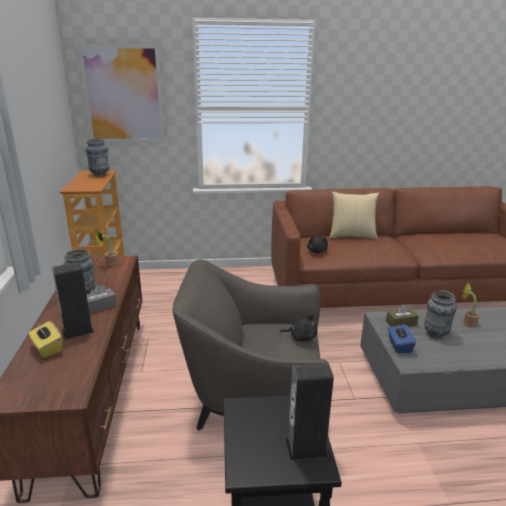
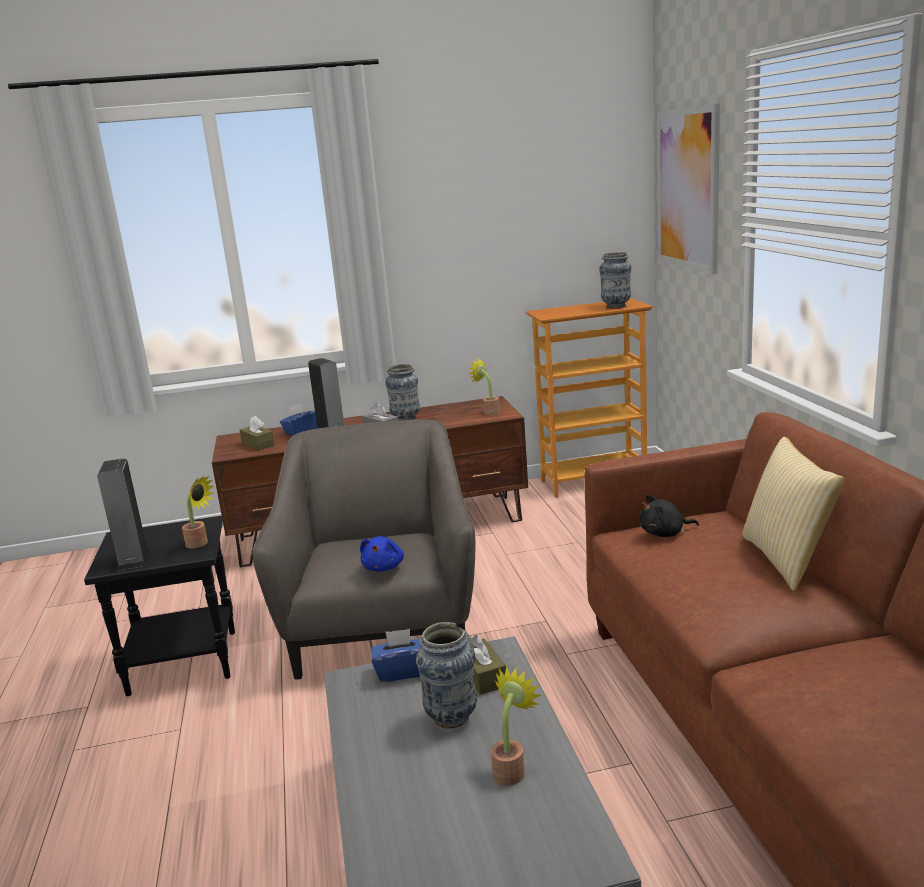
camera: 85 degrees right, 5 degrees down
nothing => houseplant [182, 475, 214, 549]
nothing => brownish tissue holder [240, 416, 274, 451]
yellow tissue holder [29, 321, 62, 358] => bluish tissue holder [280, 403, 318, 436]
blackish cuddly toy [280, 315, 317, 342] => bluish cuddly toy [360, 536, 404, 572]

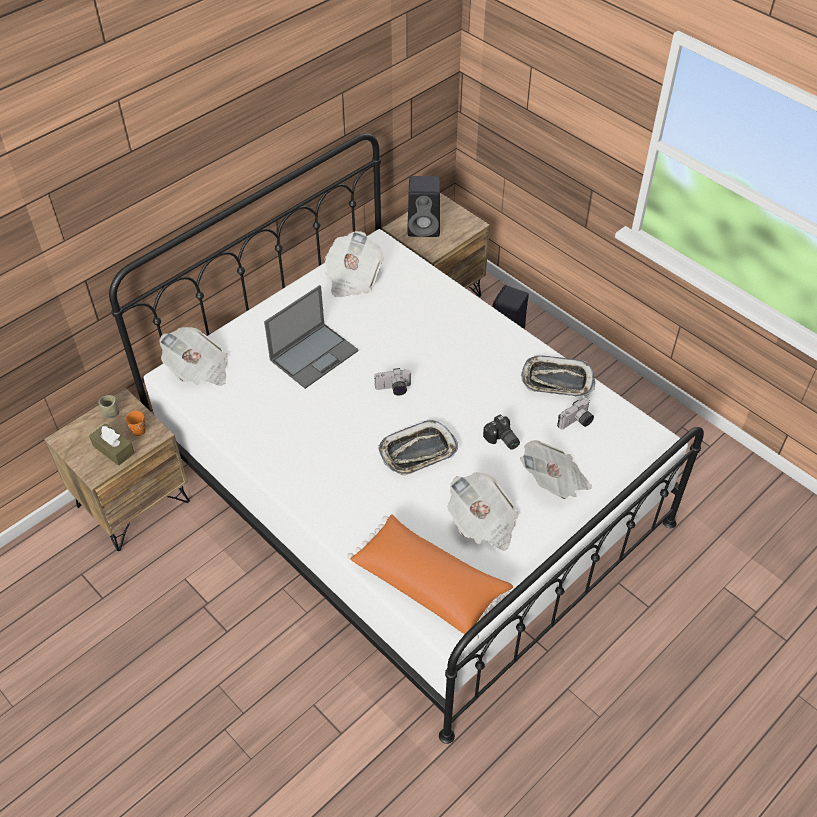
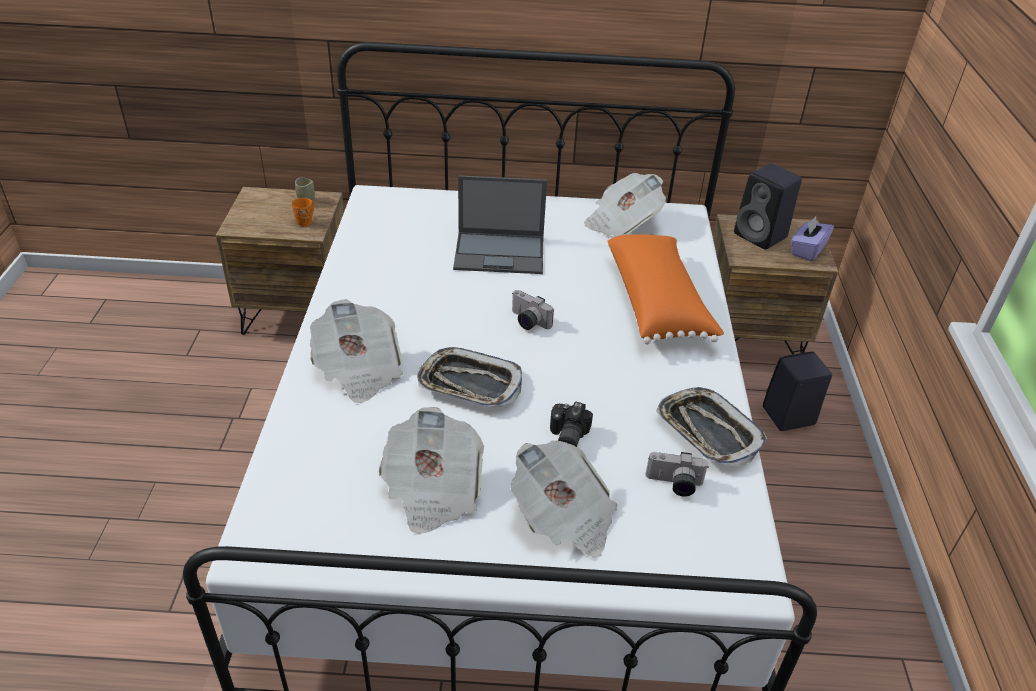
camera: 45 degrees right, 10 degrees down
printed paper [159, 327, 228, 386] => printed paper [310, 300, 403, 403], move
orange cushion [347, 514, 513, 640] => orange cushion [607, 234, 724, 344], move
nothing => purple tissue holder [791, 216, 834, 262]
brownish tissue holder [89, 423, 135, 466] => nothing

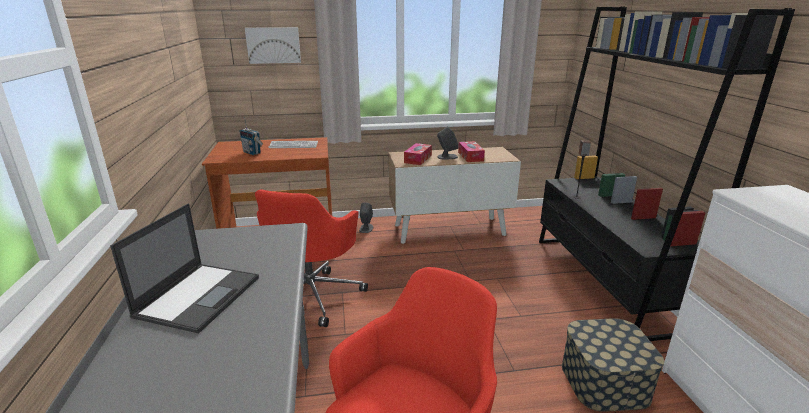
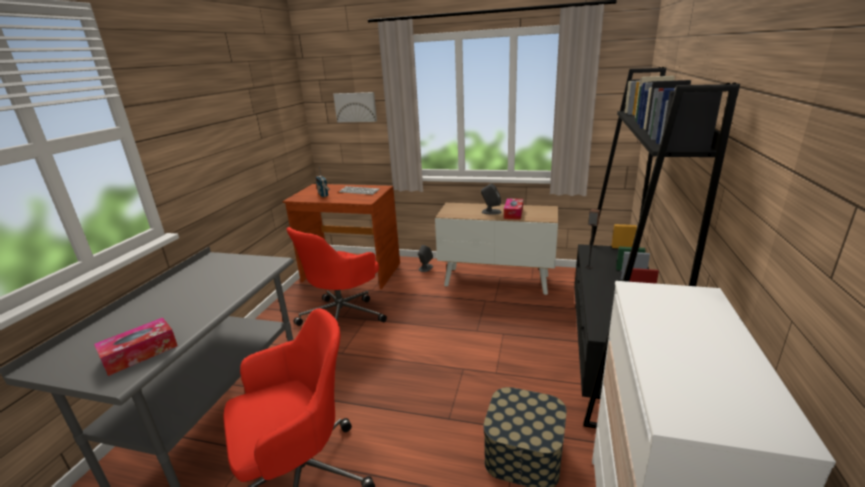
camera: 25 degrees right, 0 degrees up
tissue holder [404, 143, 432, 165] => tissue holder [94, 318, 178, 376], move
notebook computer [110, 203, 259, 333] => nothing

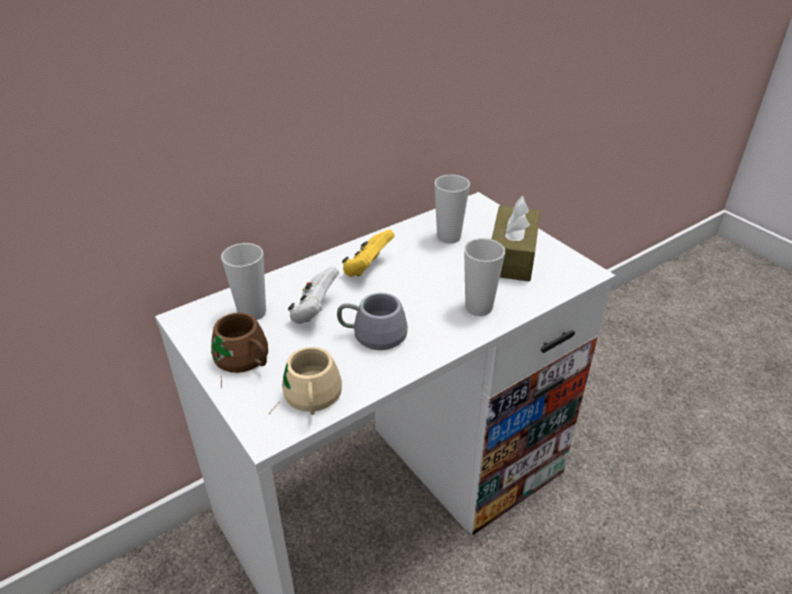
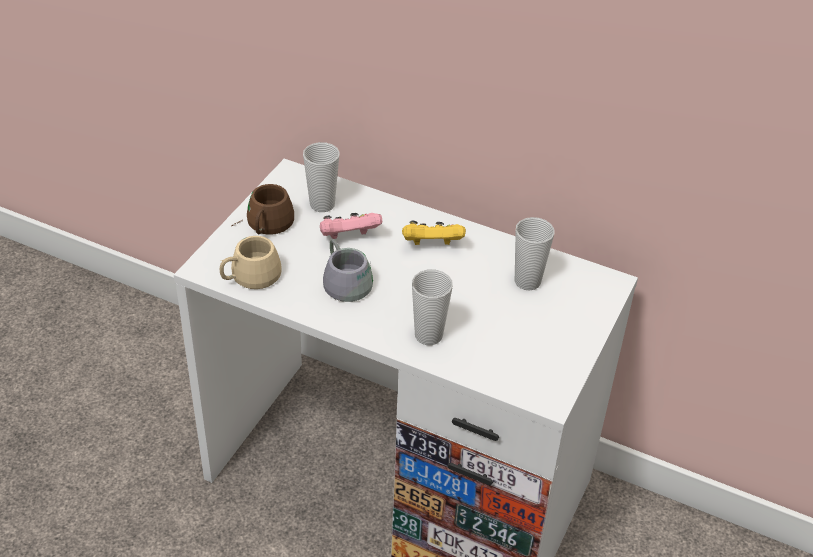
camera: 60 degrees right, 5 degrees up
white-coloured game controller [288, 267, 339, 324] => pinkish game controller [320, 213, 382, 239]
brownish tissue holder [492, 196, 540, 282] => nothing

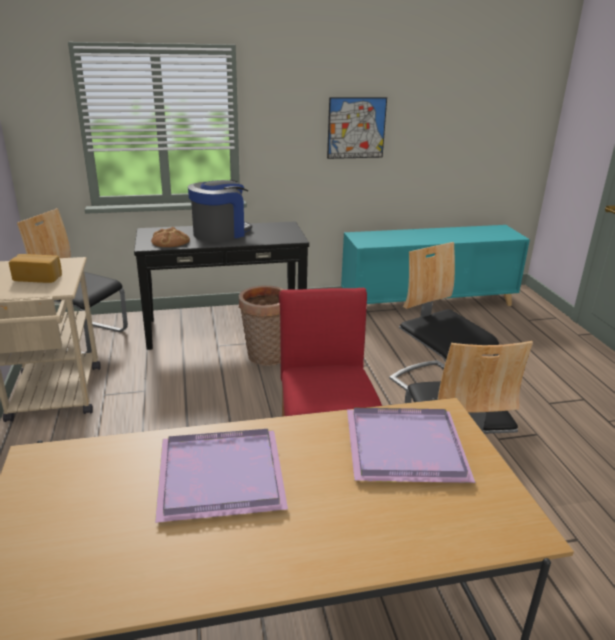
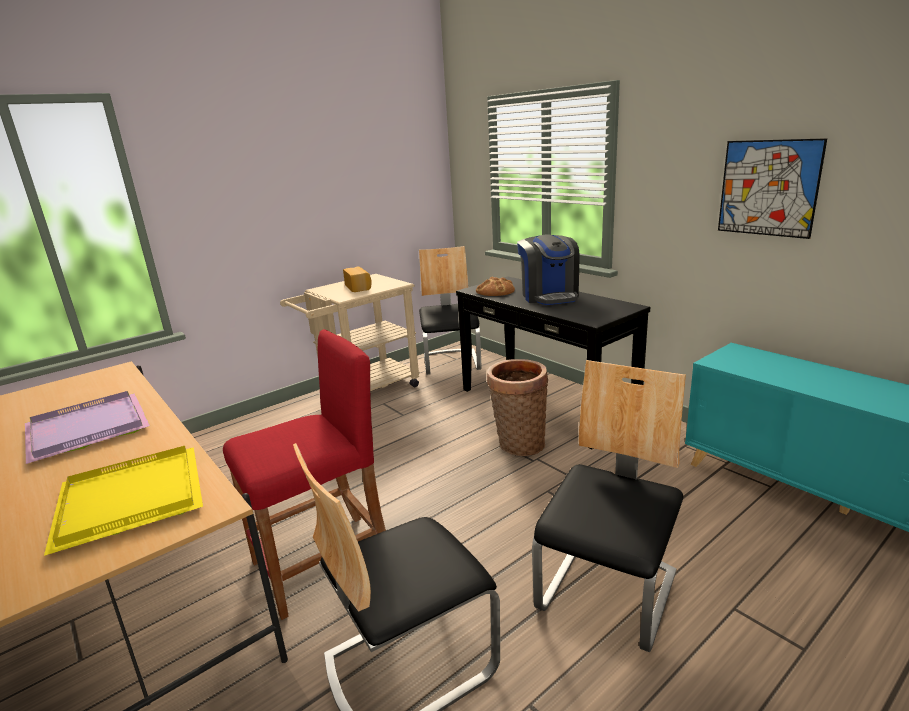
camera: 65 degrees right, 5 degrees down
purple serving tray [347, 408, 476, 483] => yellow serving tray [44, 446, 203, 556]
coffee brewer [188, 180, 252, 242] => coffee brewer [517, 234, 580, 305], 60 degrees clockwise

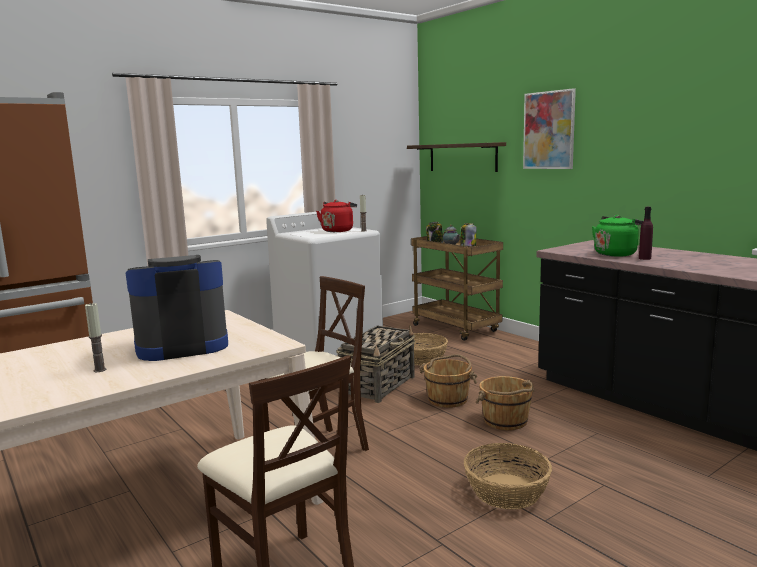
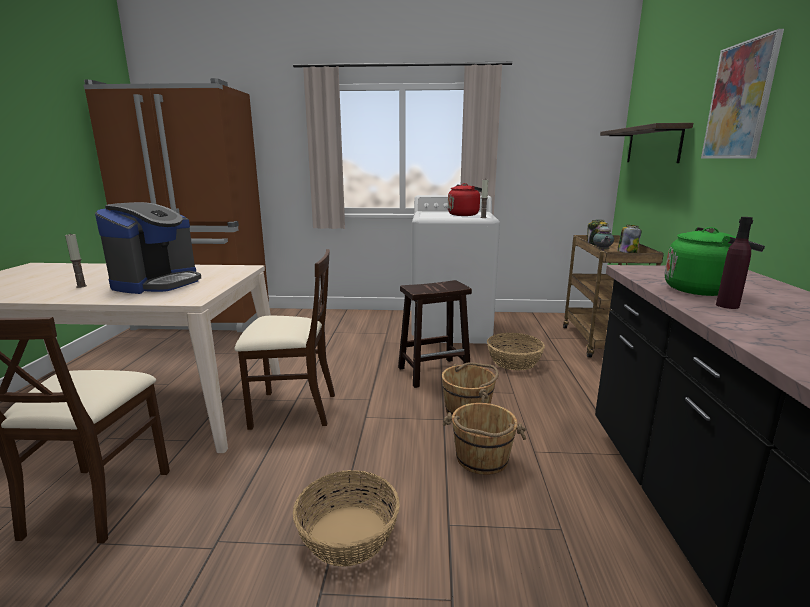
camera: 40 degrees right, 5 degrees up
coffee brewer [126, 255, 228, 361] => coffee brewer [95, 202, 201, 294], 90 degrees clockwise
basket [337, 325, 415, 403] => brownish sitting stool [398, 280, 472, 388]

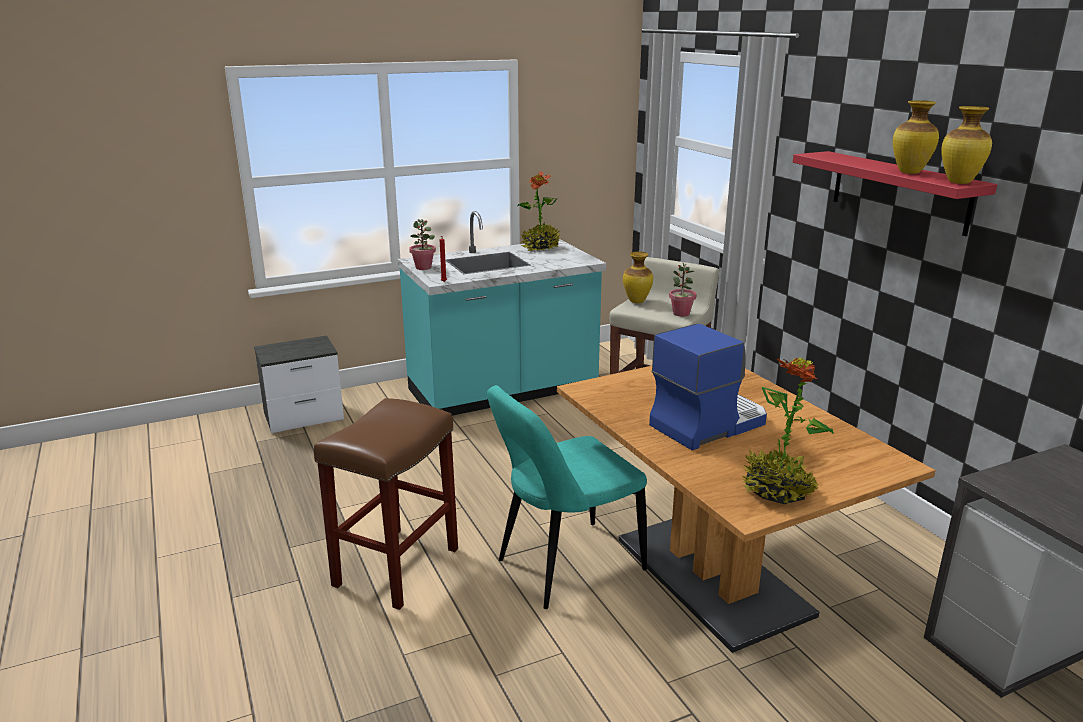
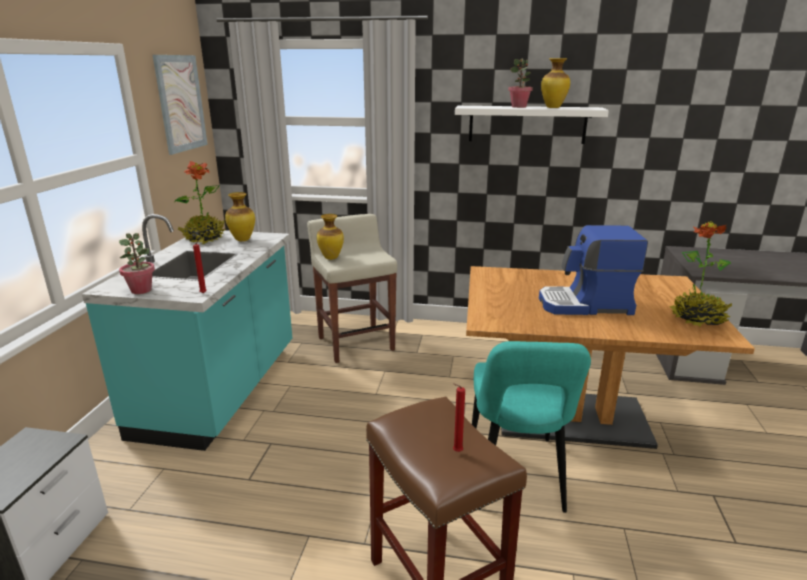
camera: 55 degrees left, 0 degrees up
nothing => wall picture [152, 55, 208, 155]
vase [941, 106, 992, 184] => vase [225, 192, 255, 241], move
nothing => red-coloured candle [453, 383, 465, 452]
red-coloured bracket shelf [793, 151, 997, 236] => white-coloured bracket shelf [455, 106, 609, 144]
houseplant [669, 263, 697, 317] => houseplant [508, 58, 533, 108], move
coffee brewer [649, 323, 767, 450] => coffee brewer [539, 225, 648, 315], 90 degrees counterclockwise

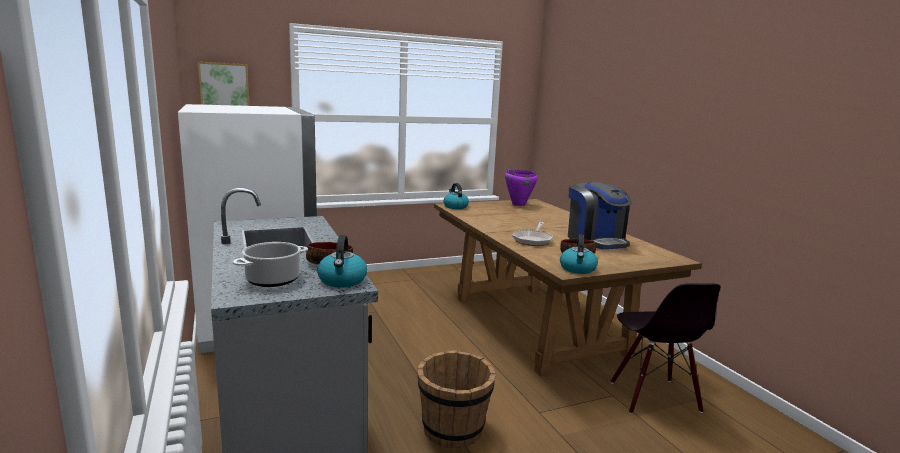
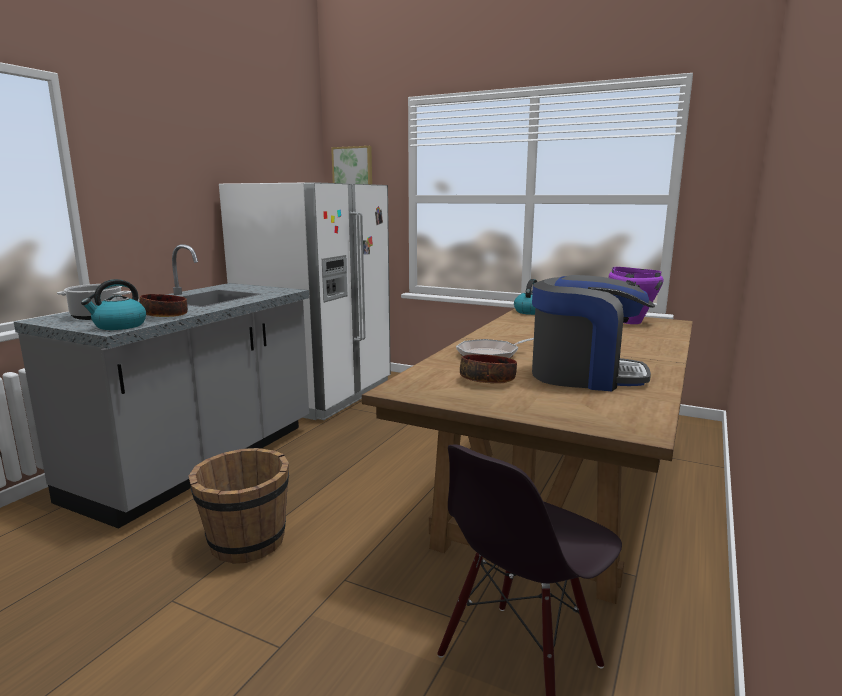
camera: 50 degrees right, 0 degrees up
coffee brewer [568, 182, 632, 249] => coffee brewer [532, 275, 655, 391], 105 degrees counterclockwise
water kettle [560, 234, 598, 274] => nothing

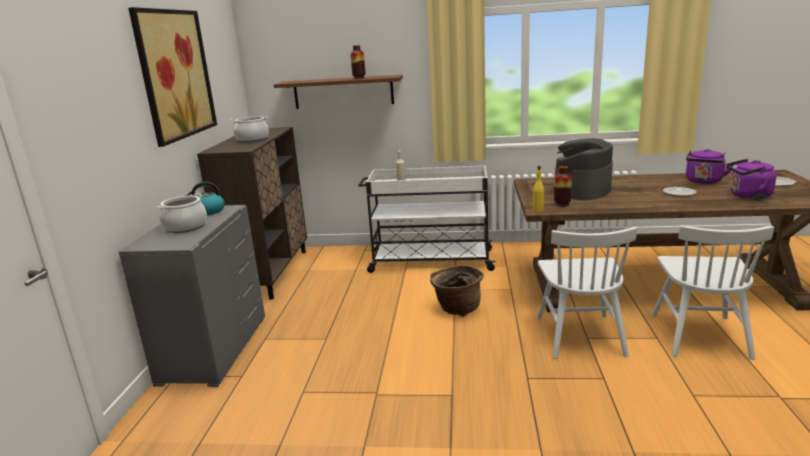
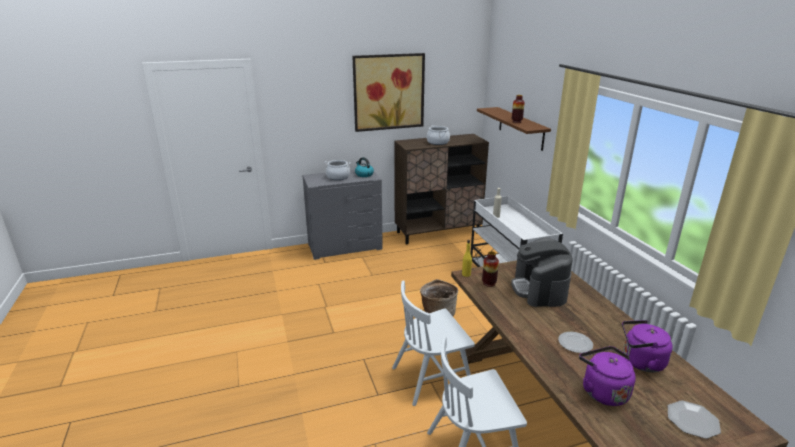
camera: 65 degrees right, 5 degrees up
coffee brewer [553, 138, 613, 200] => coffee brewer [511, 237, 573, 307], 105 degrees counterclockwise

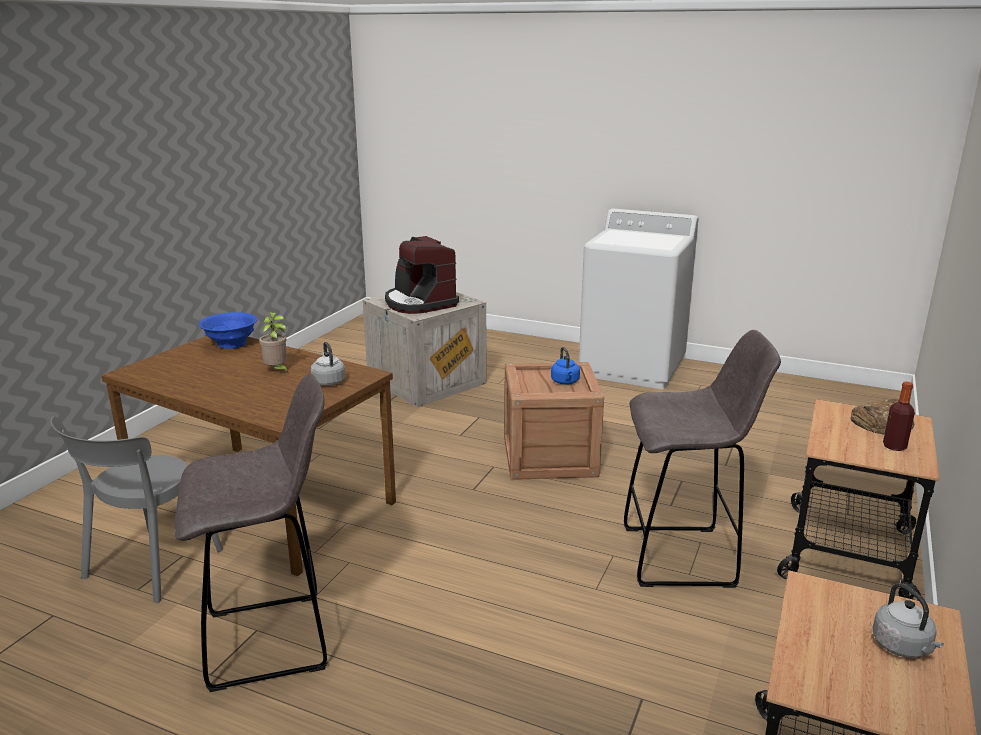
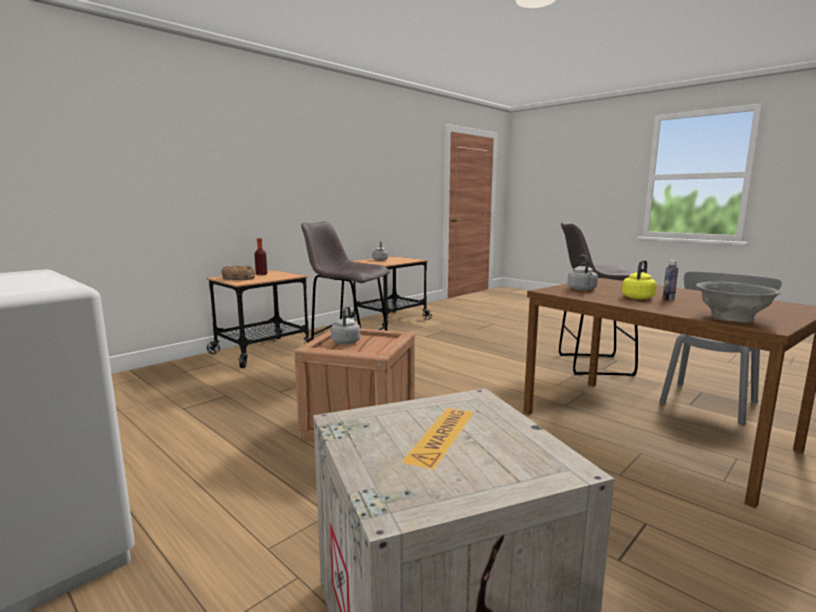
camera: 160 degrees left, 10 degrees down
bluish water kettle [551, 347, 580, 385] => grey water kettle [331, 306, 361, 344]
houseplant [259, 312, 289, 374] => yellow water kettle [622, 260, 657, 299]
nothing => bottle [662, 260, 678, 301]
bluish bowl [199, 312, 257, 349] => grey bowl [696, 282, 781, 323]
coffee brewer [385, 236, 459, 314] => nothing

